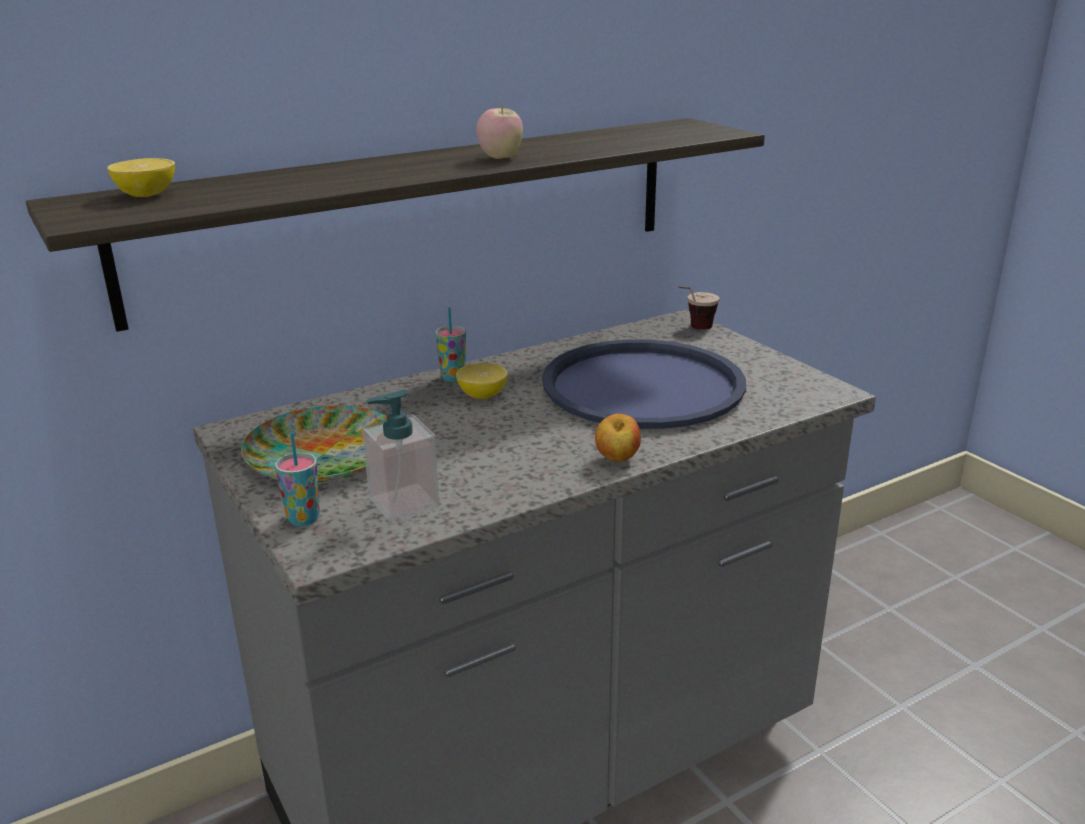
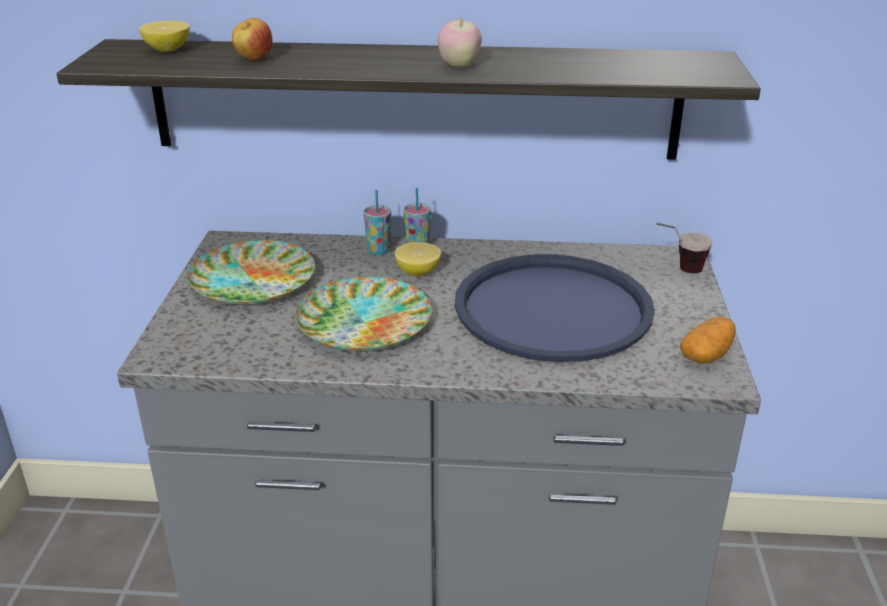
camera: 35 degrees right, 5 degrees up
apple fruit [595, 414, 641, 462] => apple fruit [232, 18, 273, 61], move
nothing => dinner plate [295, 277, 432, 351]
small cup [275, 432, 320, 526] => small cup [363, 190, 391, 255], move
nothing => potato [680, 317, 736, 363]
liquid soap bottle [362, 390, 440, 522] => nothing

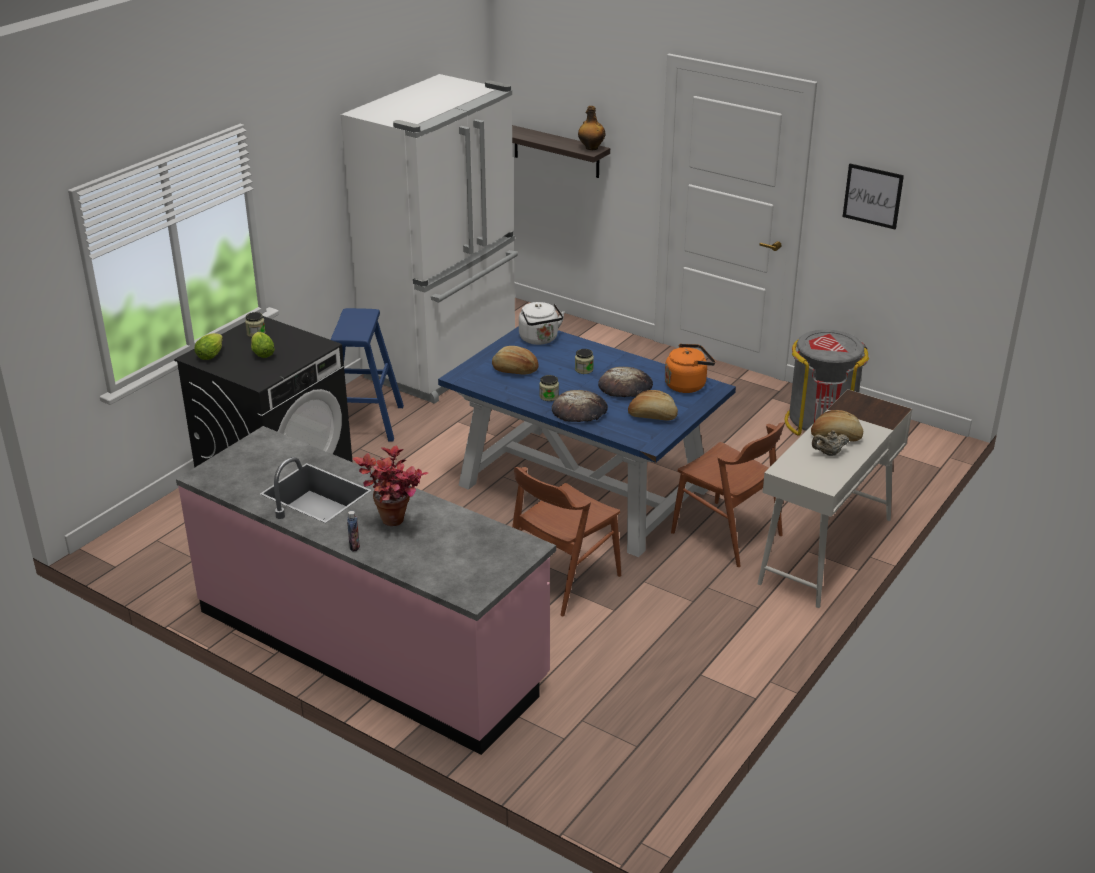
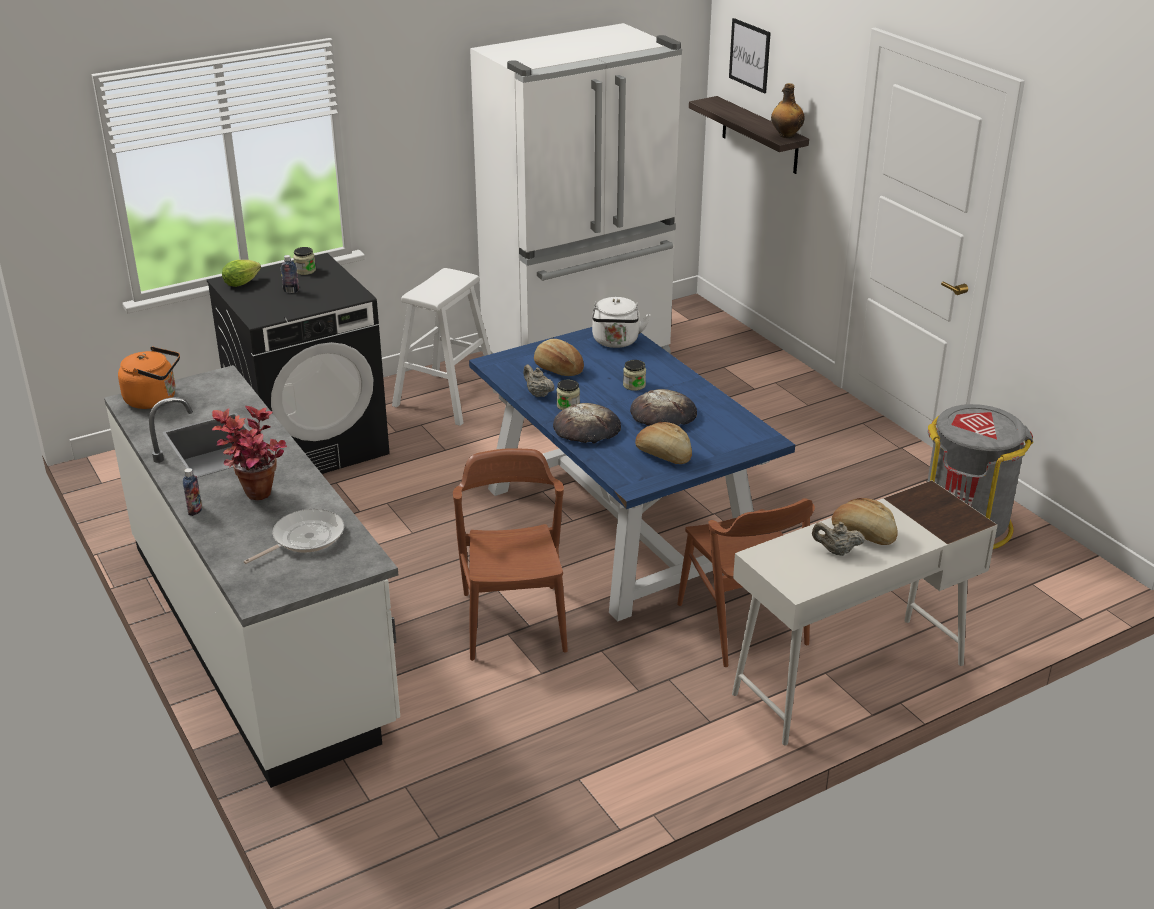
camera: 25 degrees right, 0 degrees up
pinkish counter [176, 426, 556, 755] => white-coloured counter [104, 365, 400, 788]
orange water kettle [665, 344, 715, 393] => orange water kettle [118, 347, 180, 409], move
nothing => skillet [243, 509, 344, 564]
lettuce head [251, 332, 275, 358] => bottle [280, 255, 299, 293]
bluish sitting stool [331, 308, 404, 442] => white-coloured sitting stool [392, 268, 498, 426]
brownish chair [512, 467, 621, 616] => brownish chair [453, 448, 568, 661], 105 degrees clockwise
nothing => beige-coloured tea pot [523, 365, 555, 397]
wall picture [843, 164, 904, 229] => wall picture [729, 18, 771, 94], move

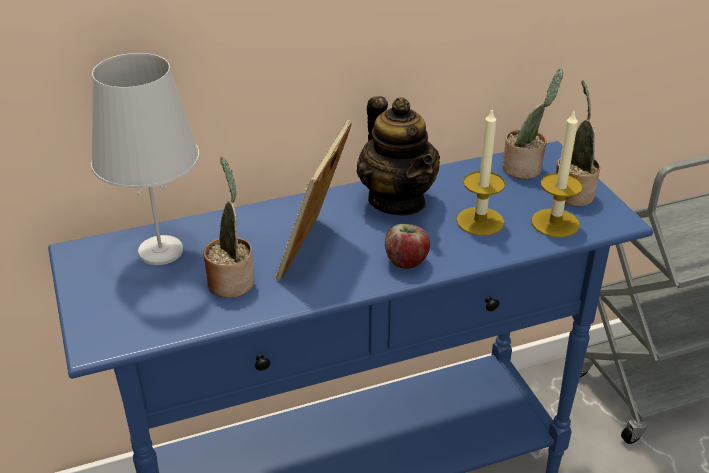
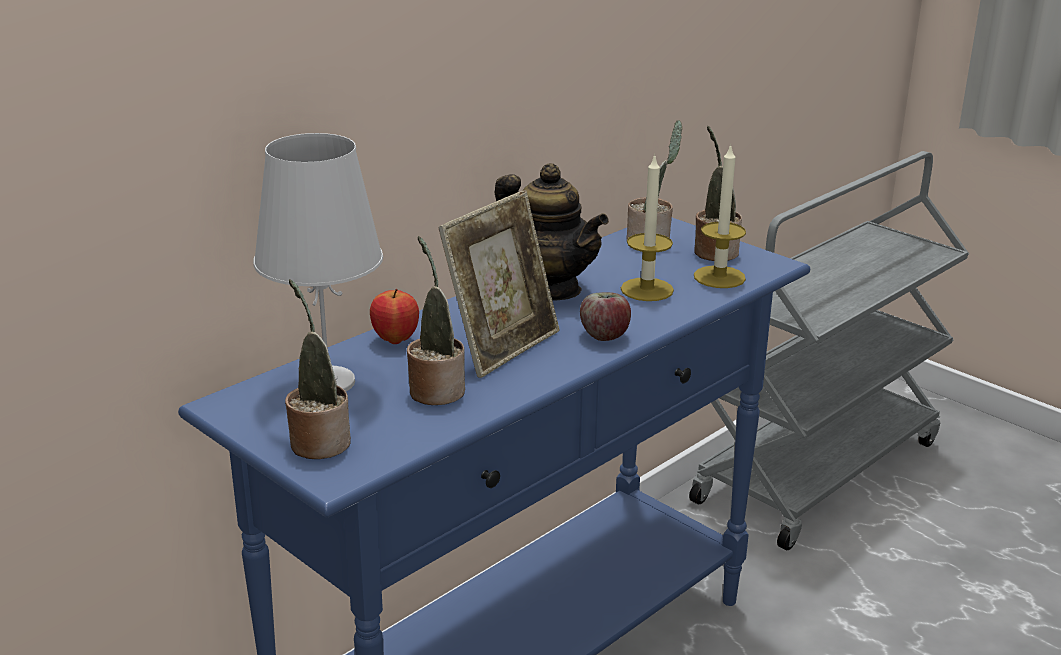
camera: 25 degrees left, 10 degrees down
nothing => houseplant [285, 279, 351, 459]
nothing => apple fruit [370, 289, 419, 344]
photo frame [276, 120, 352, 281] => photo frame [438, 190, 560, 378], 135 degrees counterclockwise

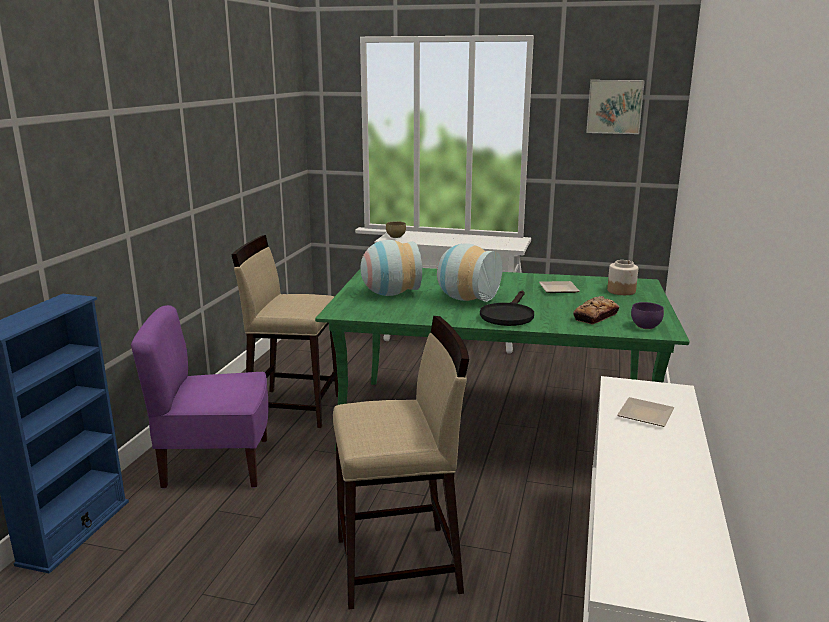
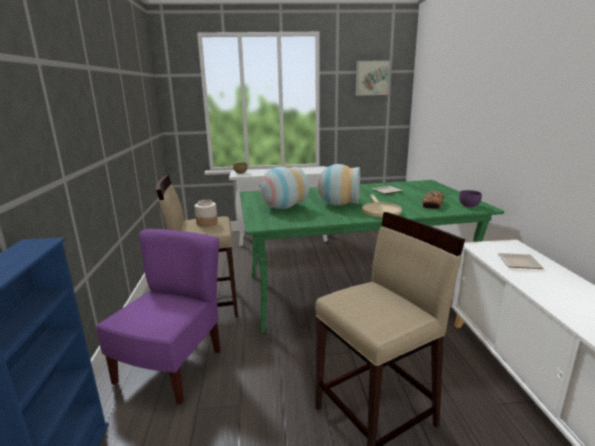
camera: 20 degrees left, 0 degrees up
purple chair [131, 305, 268, 489] => purple chair [96, 229, 221, 404], 135 degrees clockwise
storage jar [607, 260, 638, 295] => storage jar [195, 200, 218, 227], move
blackish skillet [480, 291, 534, 326] => beige-coloured skillet [362, 194, 402, 218]

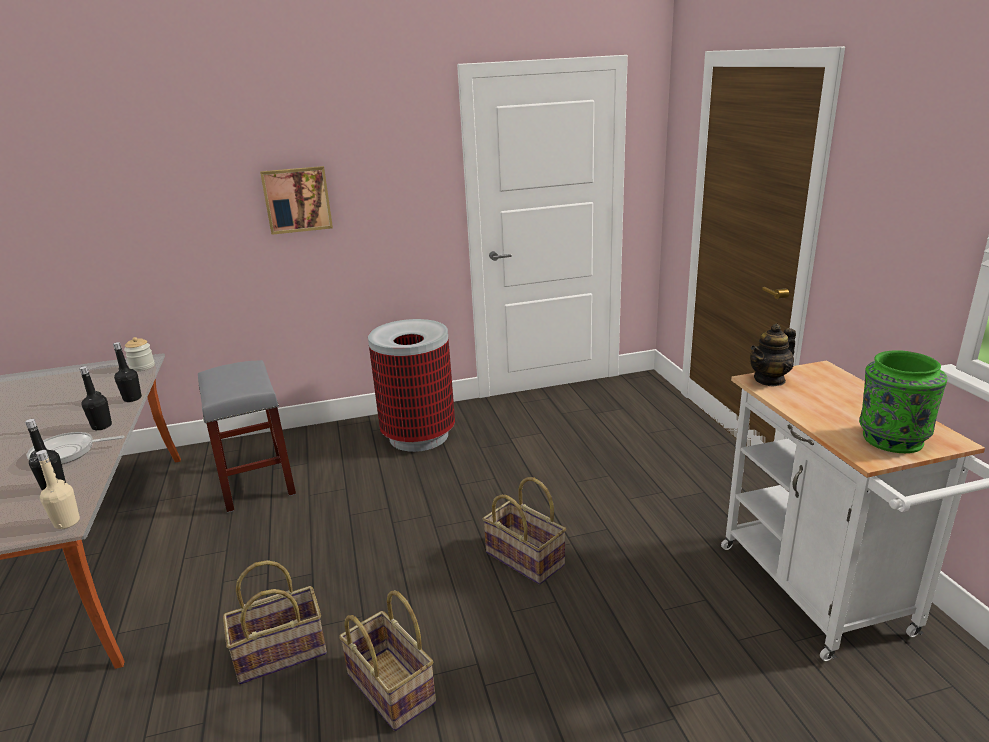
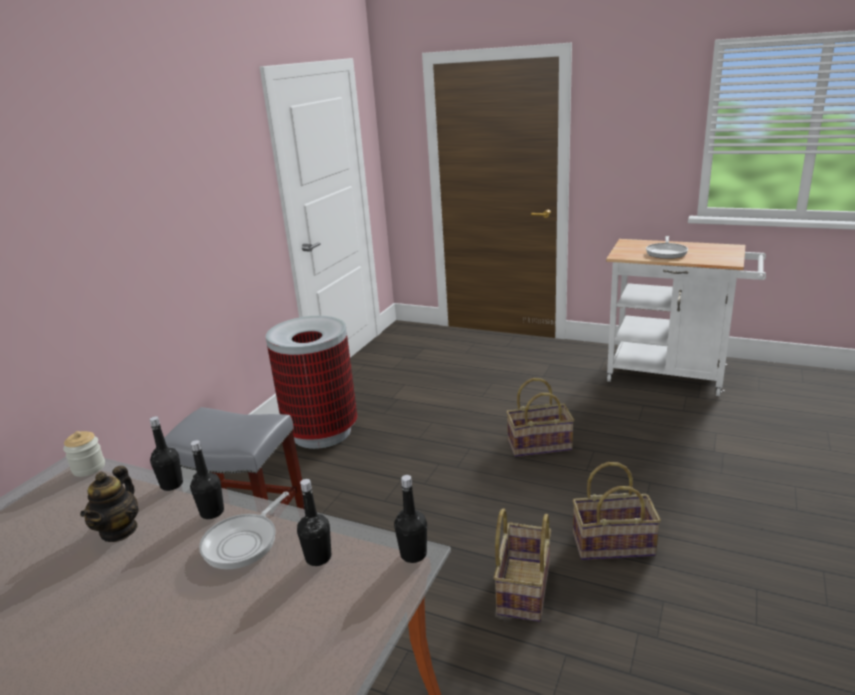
camera: 50 degrees left, 0 degrees up
tea pot [750, 323, 796, 387] => tea pot [80, 466, 138, 542], move
beige-coloured bottle [36, 450, 80, 529] => blackish bottle [394, 475, 427, 563]
nothing => skillet [646, 236, 688, 259]
wall picture [260, 166, 333, 235] => nothing
green-coloured vase [859, 350, 947, 453] => nothing

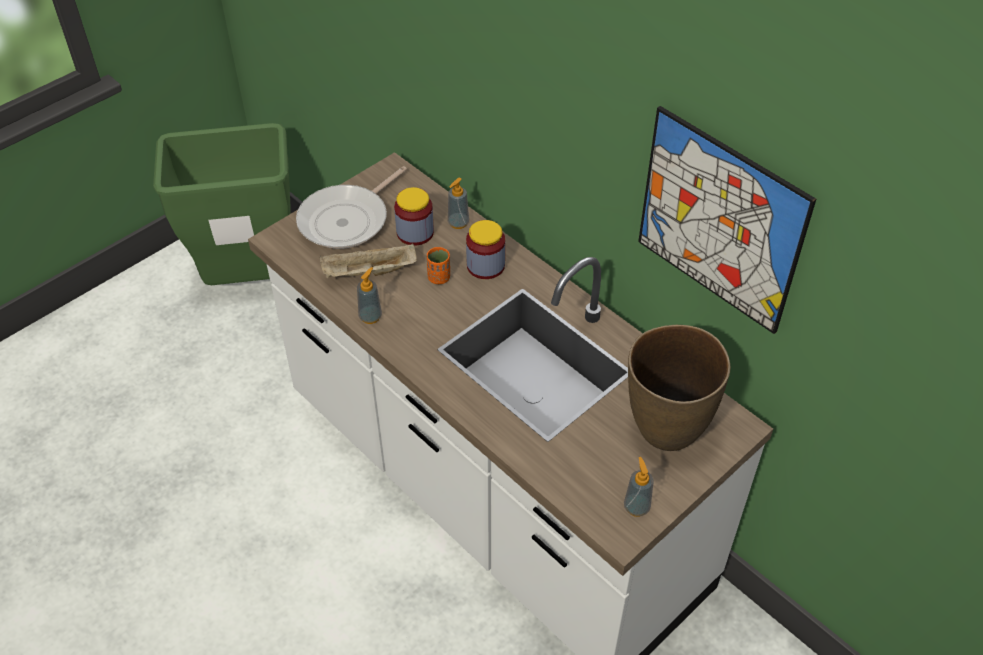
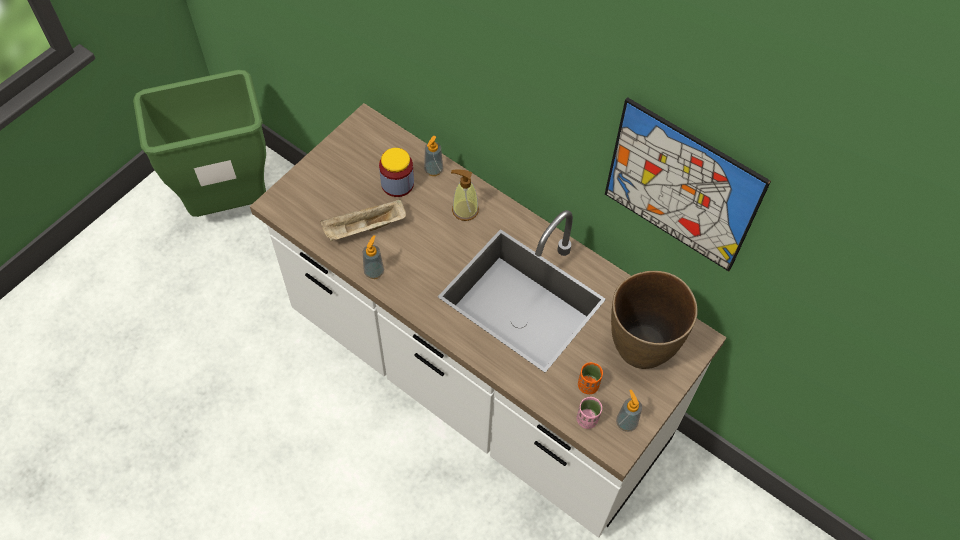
camera: 10 degrees left, 10 degrees up
storage jar [466, 220, 505, 279] => liquid soap bottle [451, 169, 479, 221]
nothing => pinkish small cup [577, 397, 602, 429]
orange small cup [427, 247, 450, 284] => orange small cup [578, 362, 603, 394], move
skillet [296, 166, 407, 249] => nothing

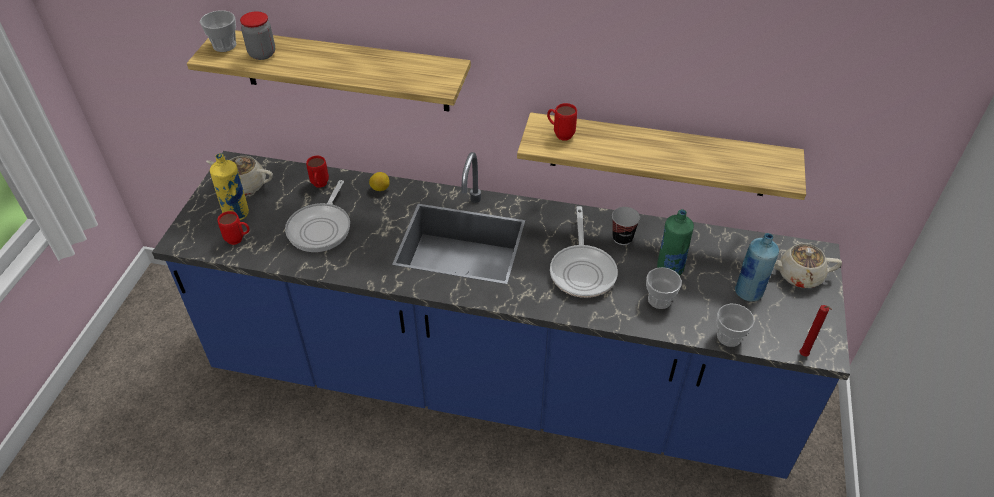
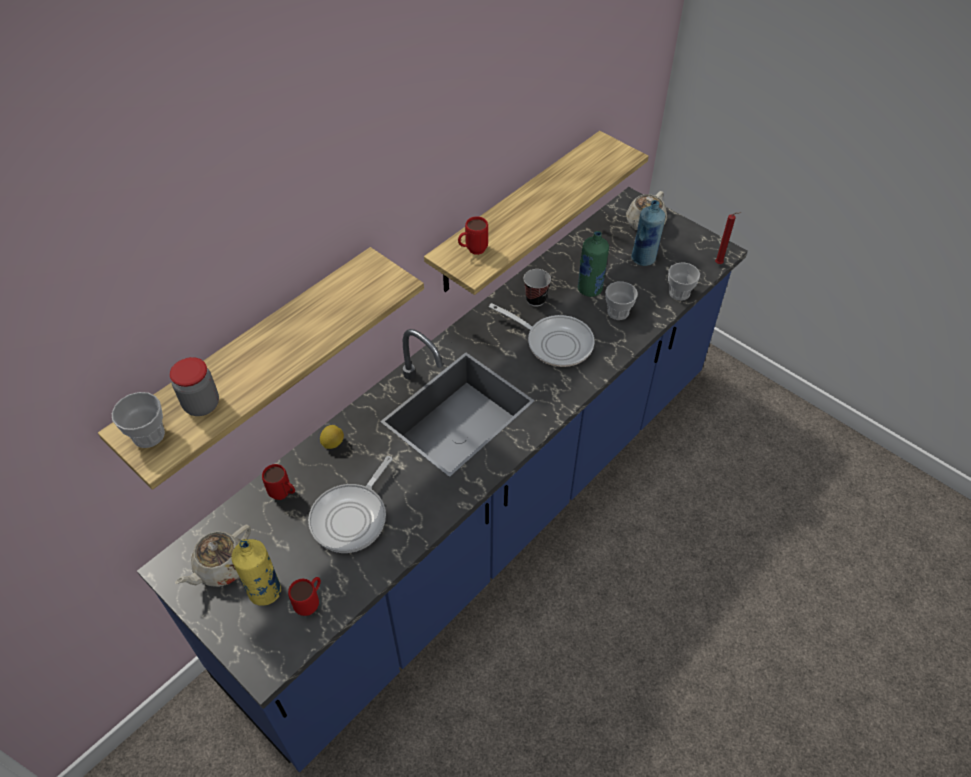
camera: 60 degrees left, 5 degrees up
skillet [285, 180, 350, 252] => skillet [308, 456, 392, 553], 75 degrees clockwise

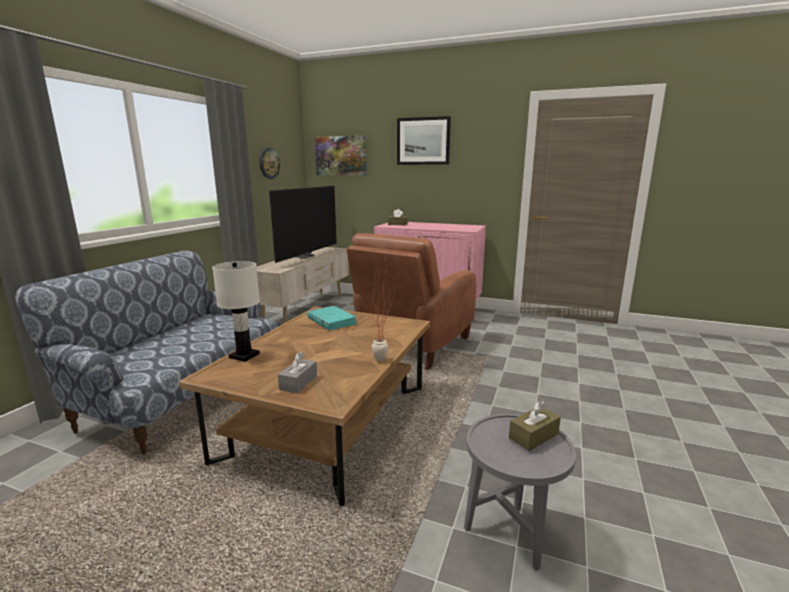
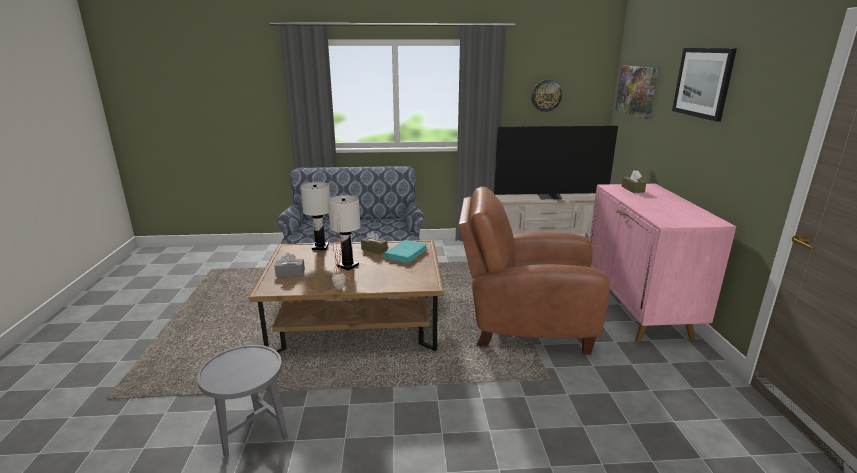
camera: 65 degrees right, 5 degrees up
nothing => white-coloured tabletop lamp [328, 195, 361, 271]
brownish tissue holder [509, 401, 561, 451] => brownish tissue holder [361, 231, 388, 254], move

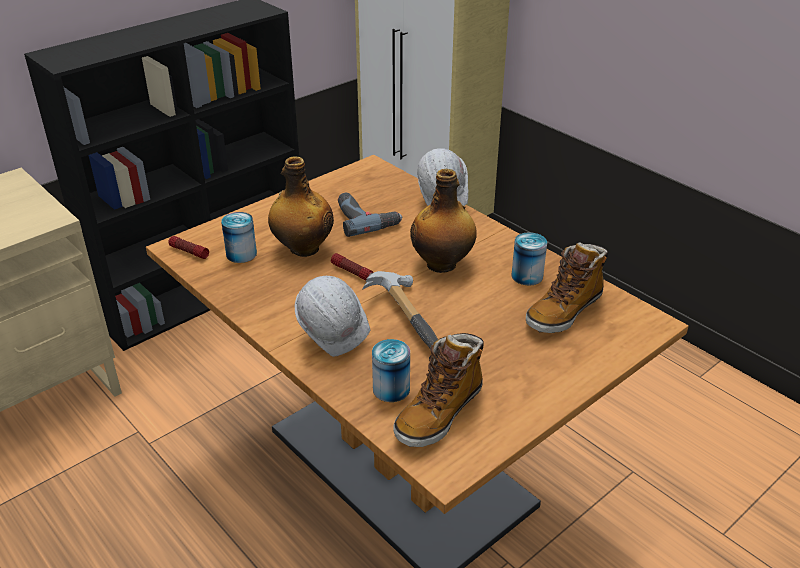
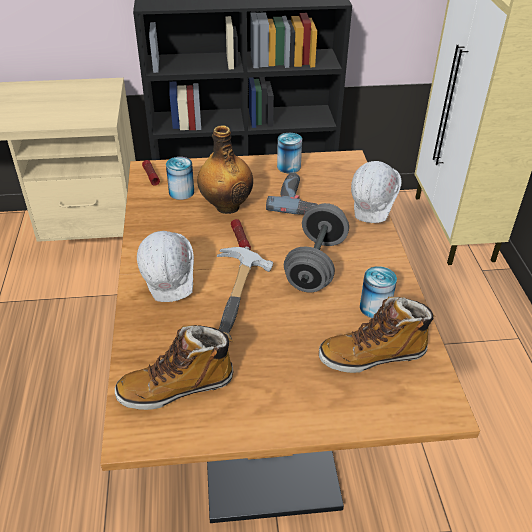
camera: 35 degrees right, 5 degrees up
can [372, 339, 410, 402] => can [277, 133, 302, 173], move
bottle [410, 169, 477, 273] => grey hand weight [284, 203, 349, 293]

